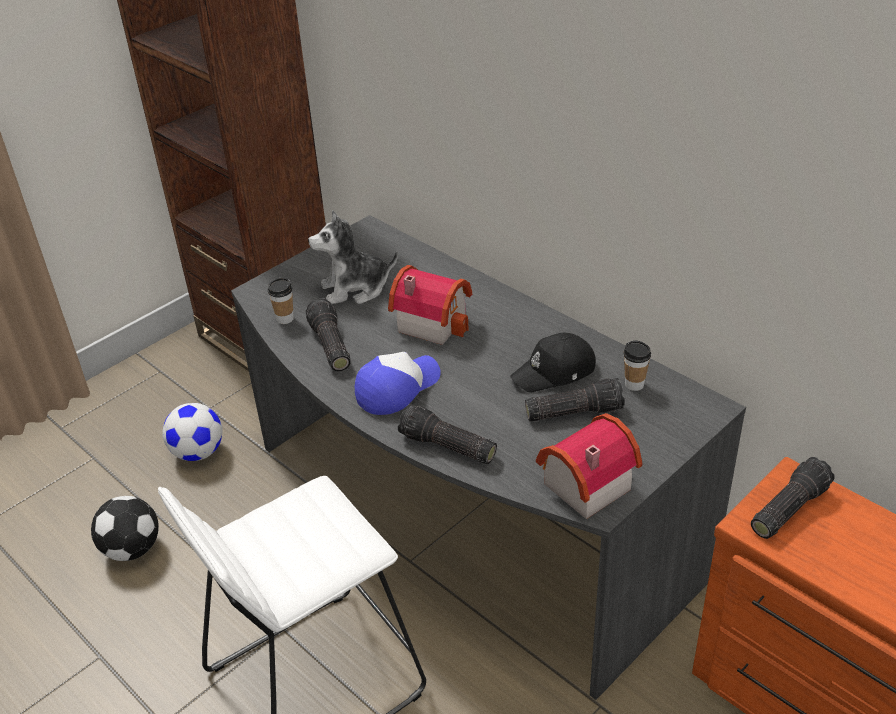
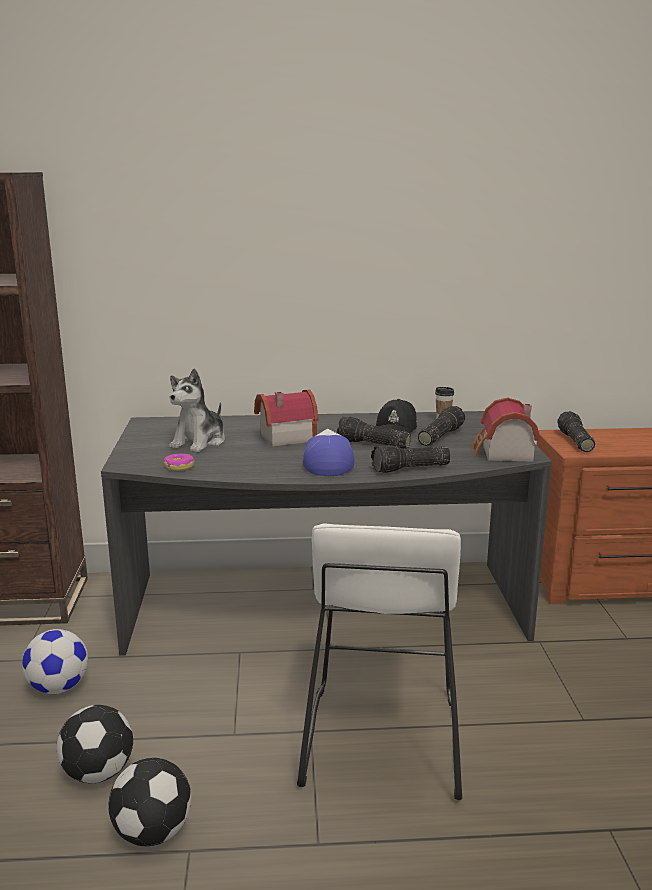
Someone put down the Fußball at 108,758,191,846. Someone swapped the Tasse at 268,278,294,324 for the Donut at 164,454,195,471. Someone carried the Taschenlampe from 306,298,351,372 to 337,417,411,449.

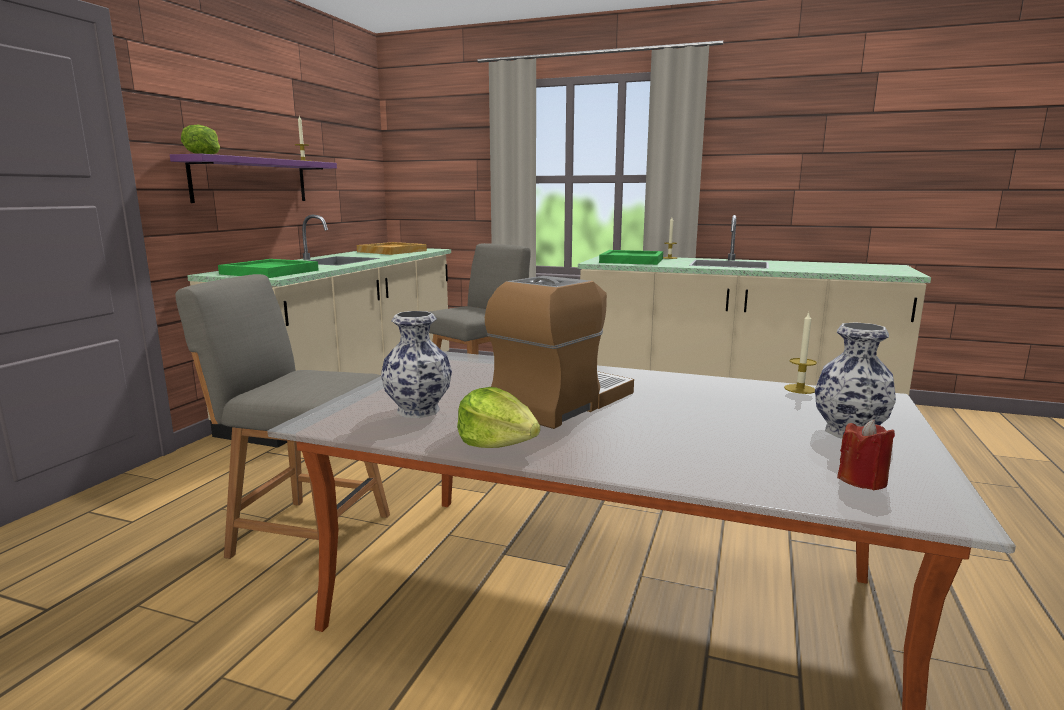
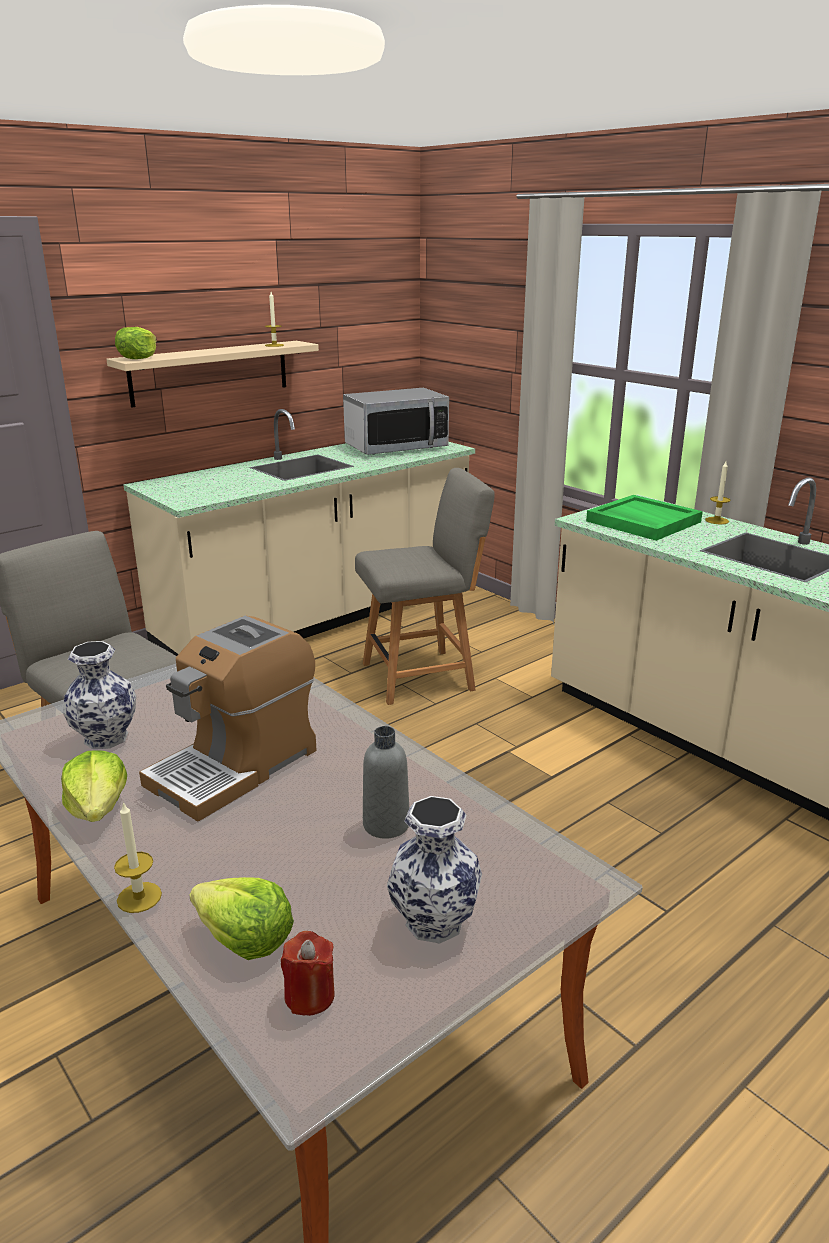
Someone repainted the Wandregal [lila] at 170,154,337,203, which became the Wandregal [beige] at 106,341,319,407. Someone carried the Kerze from 784,312,817,394 to 114,801,162,913. Someone rotated the Kaffeemaschine at 485,276,634,429 by 150 degrees clockwise. Someone put down the Salatkopf at 189,877,294,960. Someone swapped the Tablett [beige] at 357,242,427,255 for the Mikrowelle at 343,388,449,455. Someone put down the Flasche [grau] at 363,726,409,839. Someone took away the Tablett [grün] at 218,259,319,278.

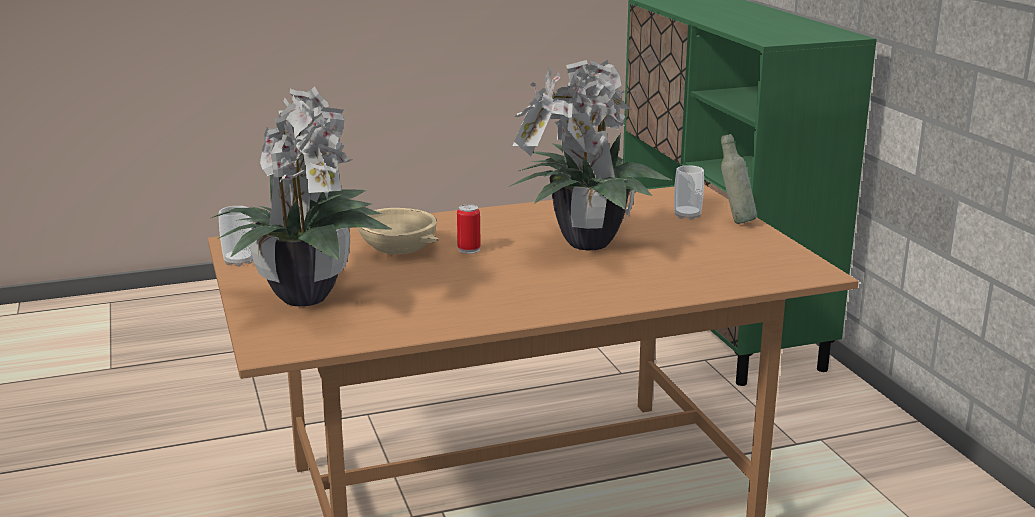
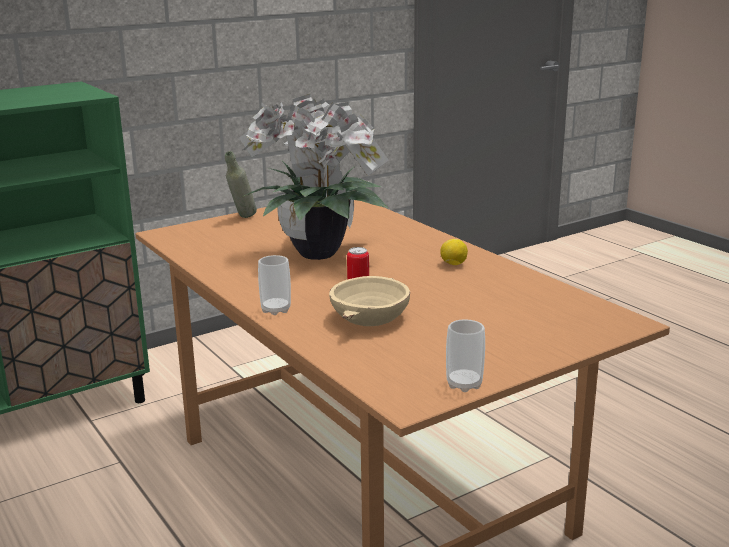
Someone carried the Tasse from 674,165,704,220 to 258,255,291,315. Someone put down the Zitrone at 440,239,468,265. Someone took away the Topfpflanze at 211,86,392,307.

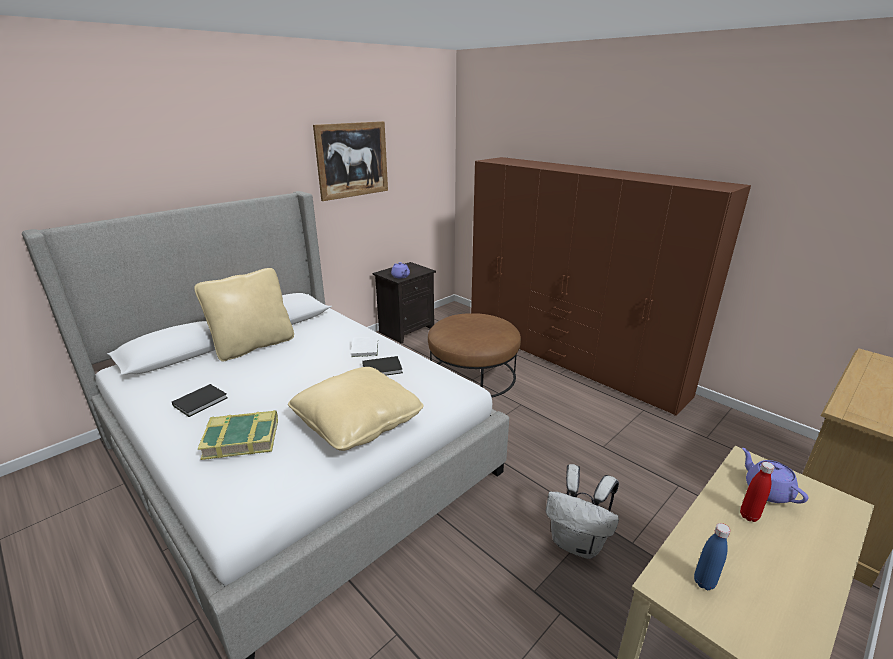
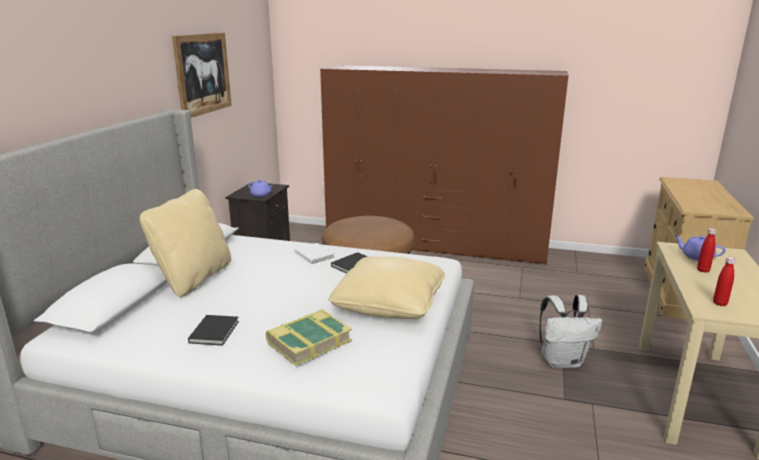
Someone repainted the Flasche [blau] at 694,523,731,590, which became the Flasche [rot] at 713,257,736,306.

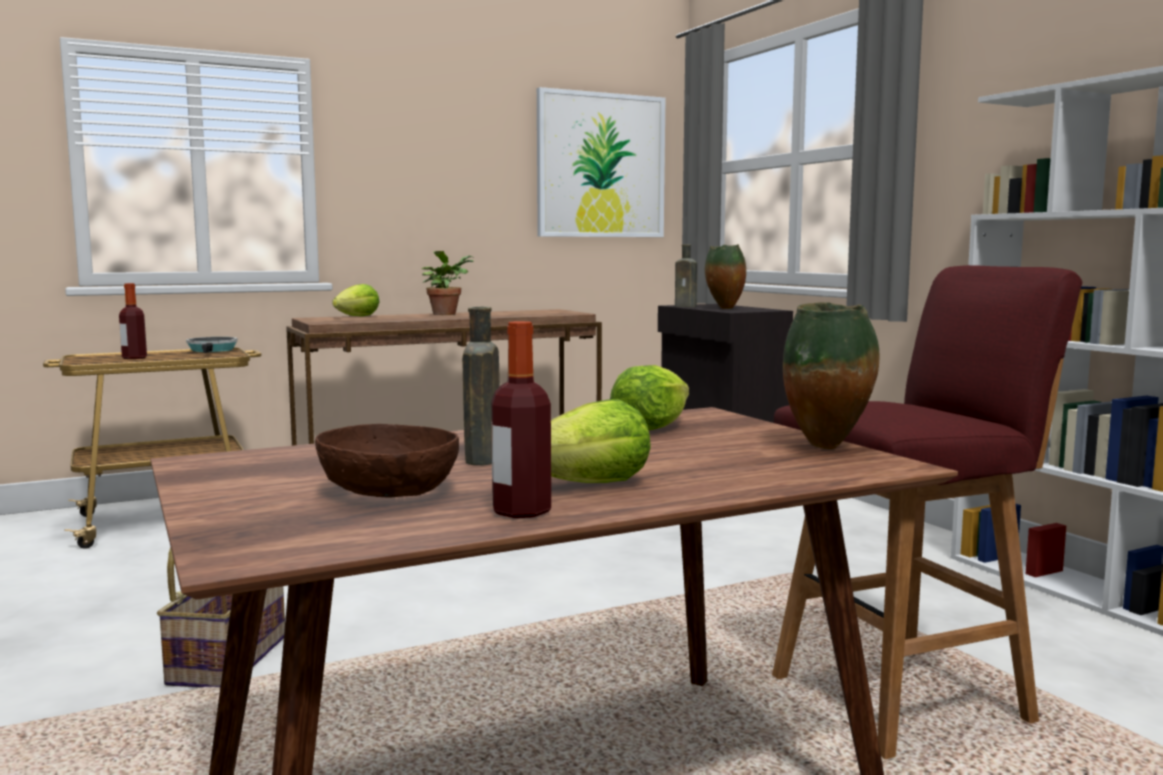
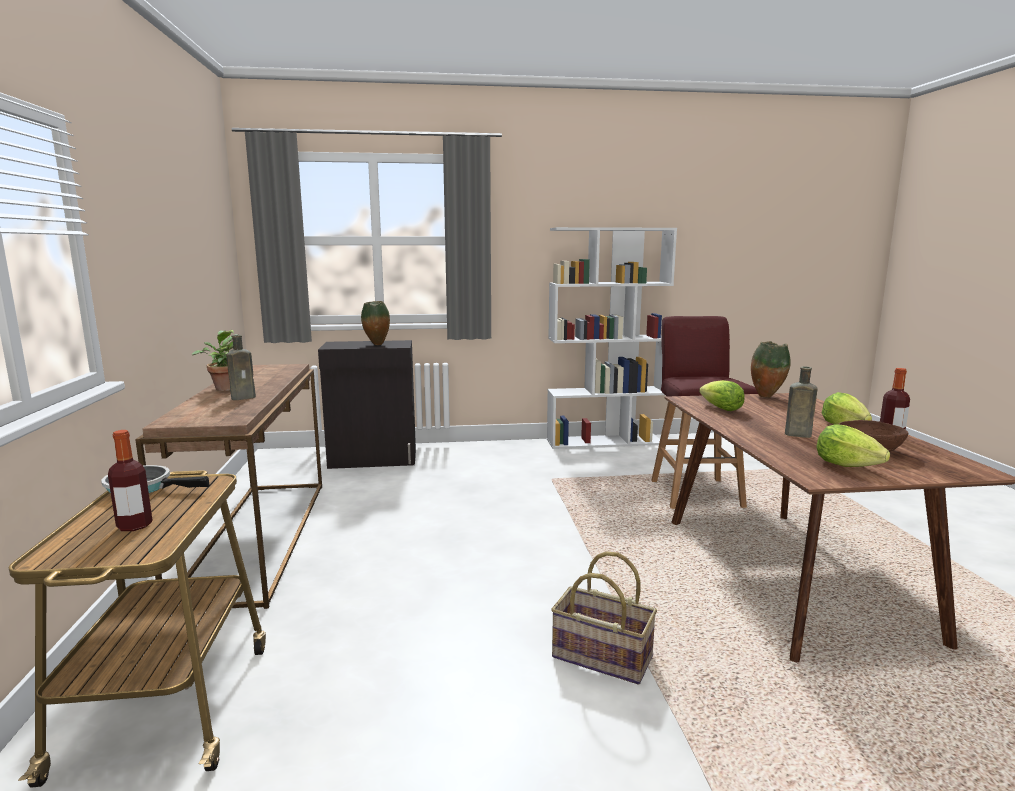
Someone carried the Flasche [braun] from 675,244,697,307 to 226,335,256,400. Someone carried the Salatkopf from 332,284,380,317 to 816,424,890,467. Someone took away the Bild at 537,87,666,237.

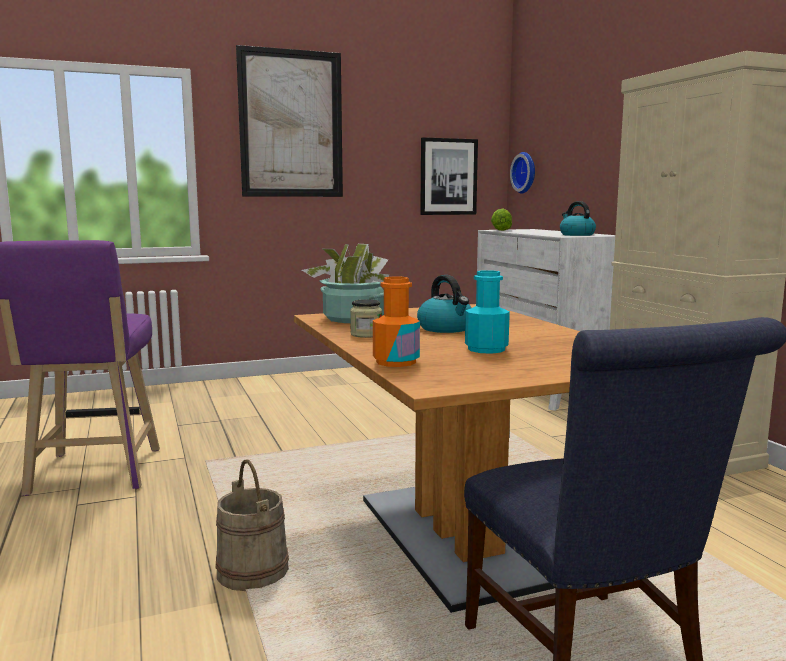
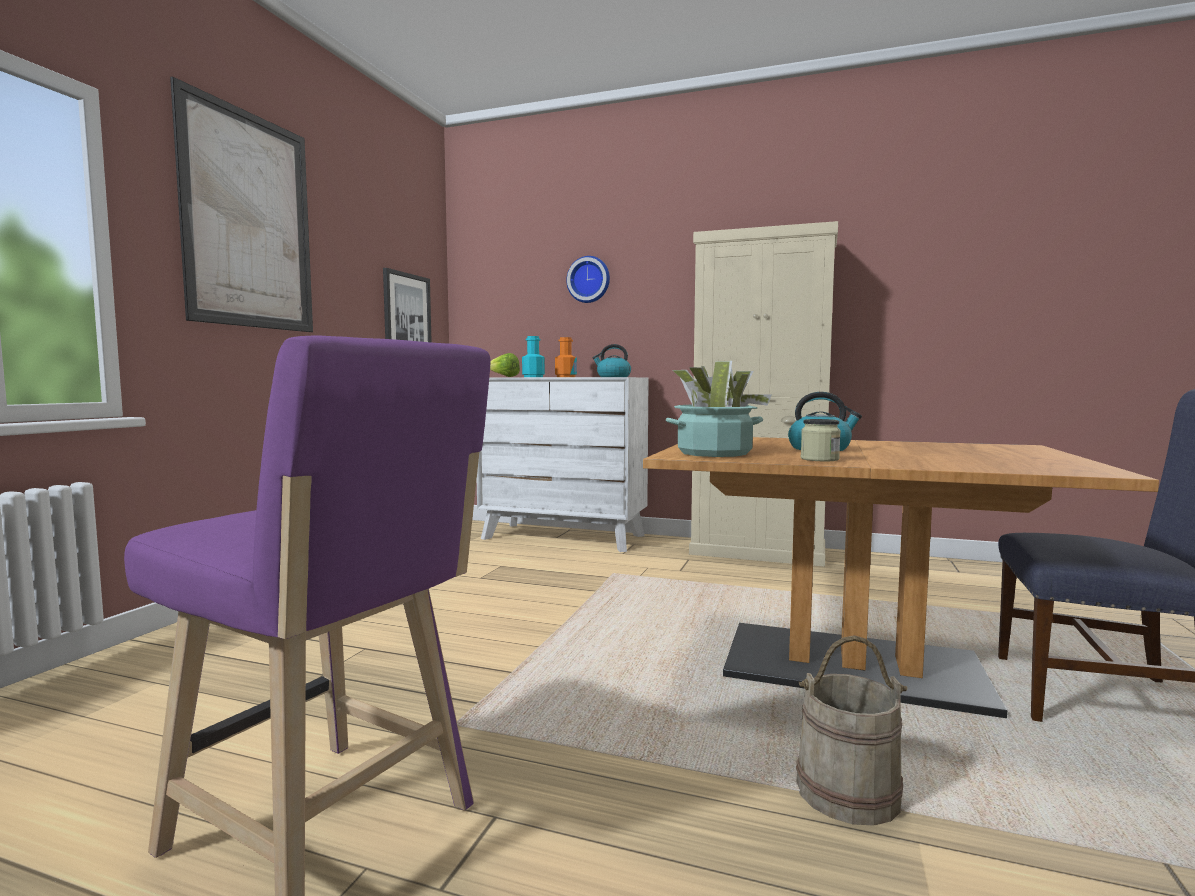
Someone carried the Flasche [türkis] from 465,270,510,354 to 522,336,545,377. Someone carried the Flasche [orange] from 373,277,420,367 to 555,337,577,377. Someone carried the Wanduhr from 510,152,535,194 to 566,256,610,303.

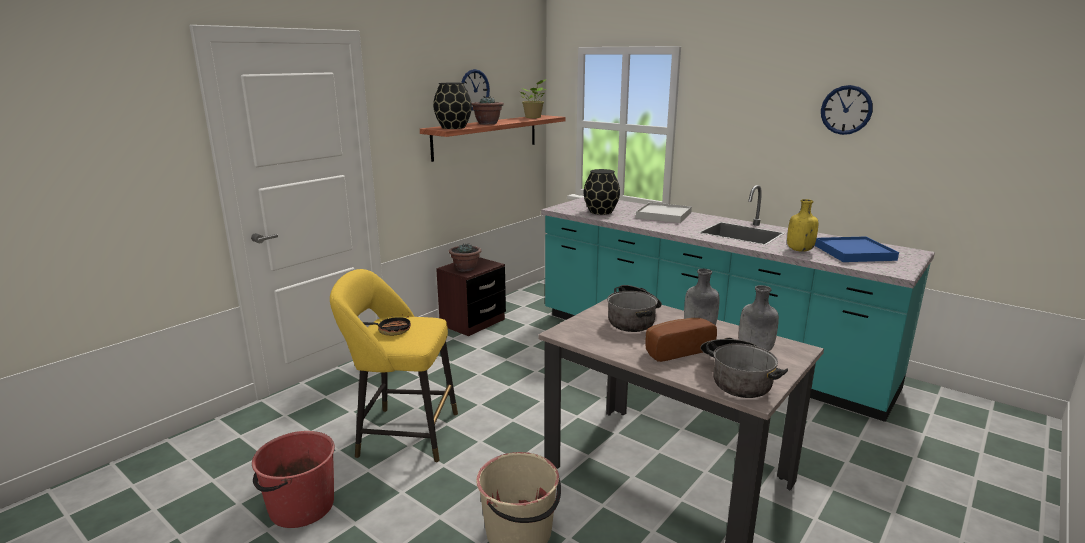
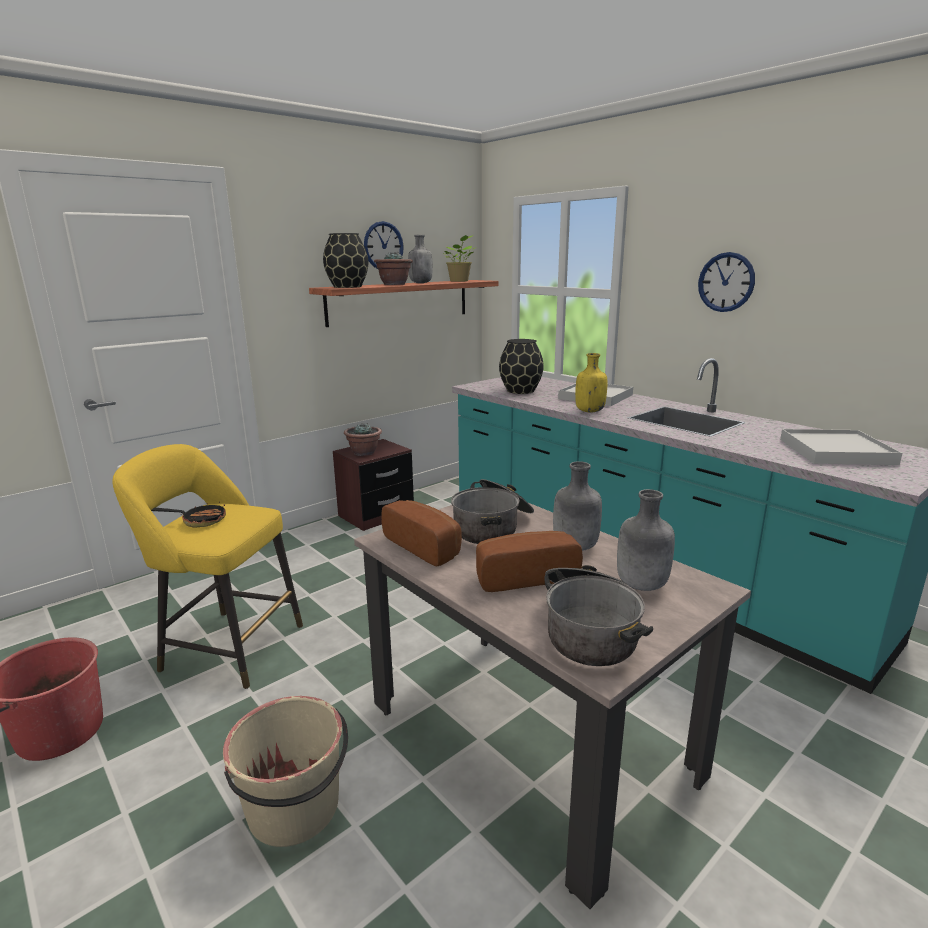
Someone put down the Brot at 381,500,462,567. Someone put down the Flasche [grau] at 408,235,433,283. Someone carried the Flasche [gelb] from 787,199,818,252 to 575,353,607,412. Someone carried the Wanduhr from 821,85,873,135 to 698,252,755,312. Someone repainted the Tablett [blau] at 815,237,899,262, which became the Tablett [weiß] at 780,429,902,465.

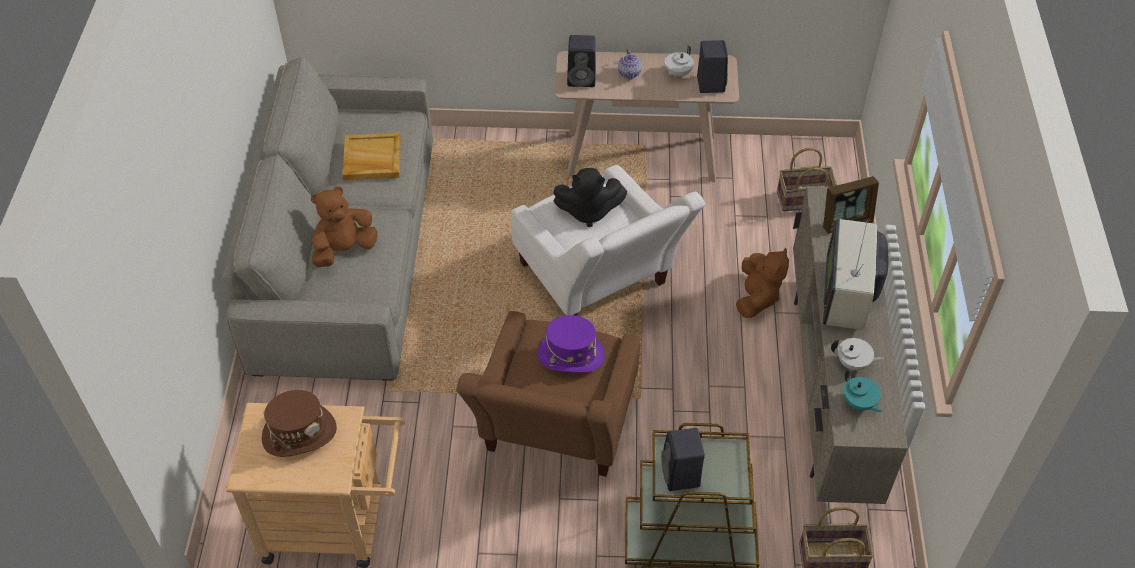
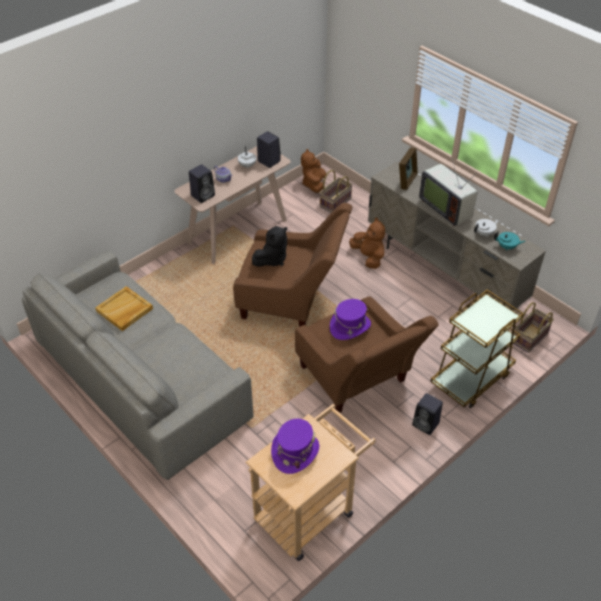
Someone repainted the Sessel [weiß] at 511,165,705,316, which became the Sessel [braun] at 233,203,352,327. Someone repainted the Hut [braun] at 262,390,337,457, which became the Hut [lila] at 271,419,319,474. Someone carried the Plüschtier [braun] from 311,186,377,267 to 301,149,326,193. Someone carried the Lautsprecher [schwarz] from 661,428,705,491 to 412,393,443,435.

